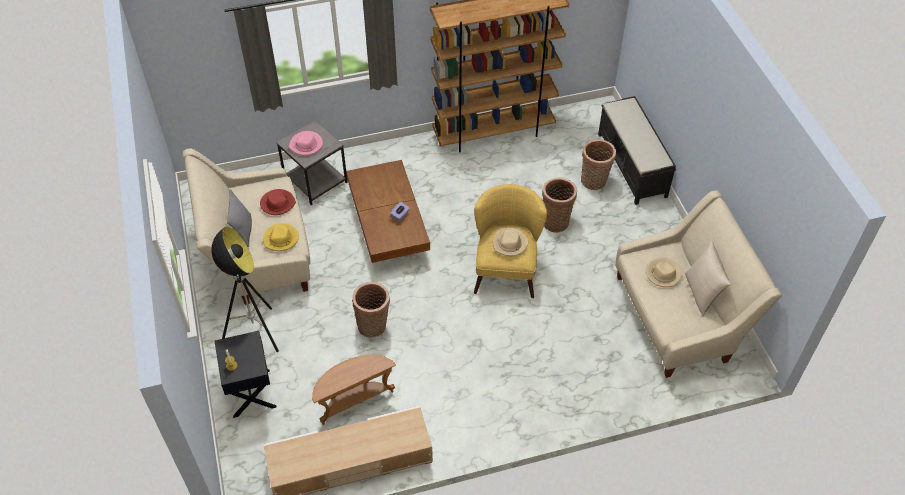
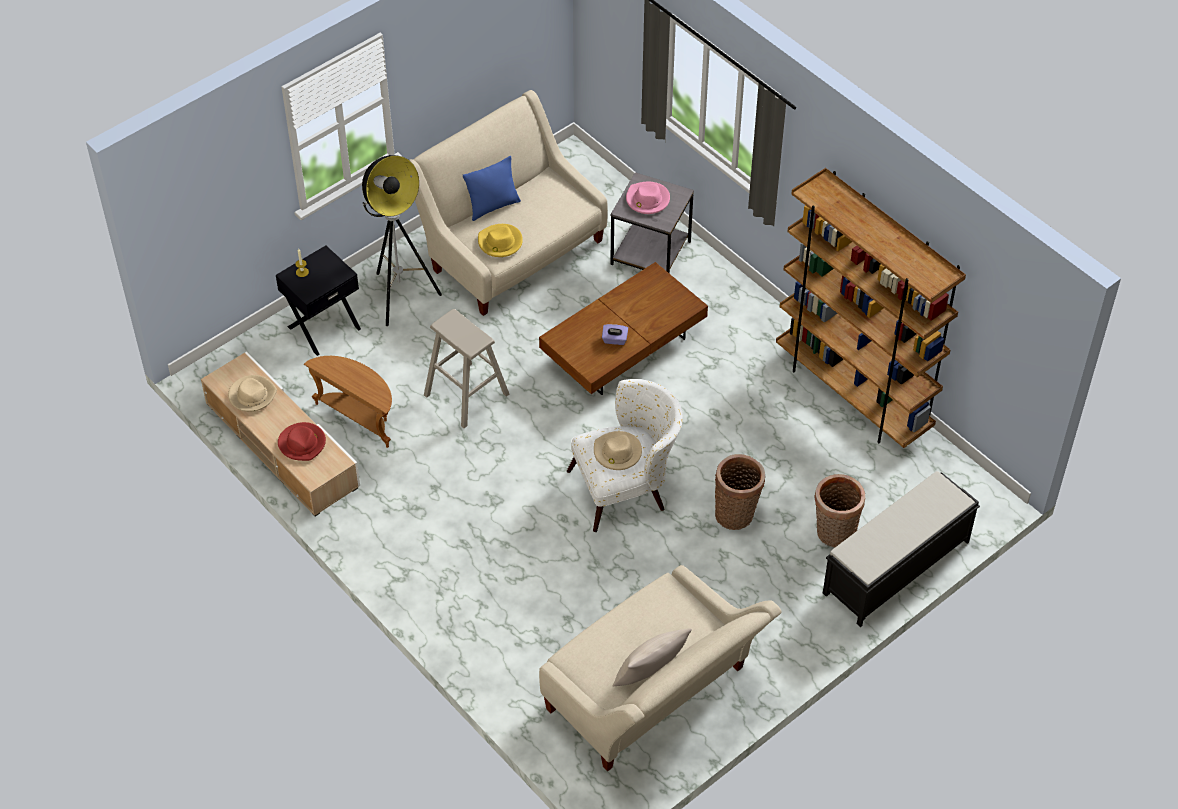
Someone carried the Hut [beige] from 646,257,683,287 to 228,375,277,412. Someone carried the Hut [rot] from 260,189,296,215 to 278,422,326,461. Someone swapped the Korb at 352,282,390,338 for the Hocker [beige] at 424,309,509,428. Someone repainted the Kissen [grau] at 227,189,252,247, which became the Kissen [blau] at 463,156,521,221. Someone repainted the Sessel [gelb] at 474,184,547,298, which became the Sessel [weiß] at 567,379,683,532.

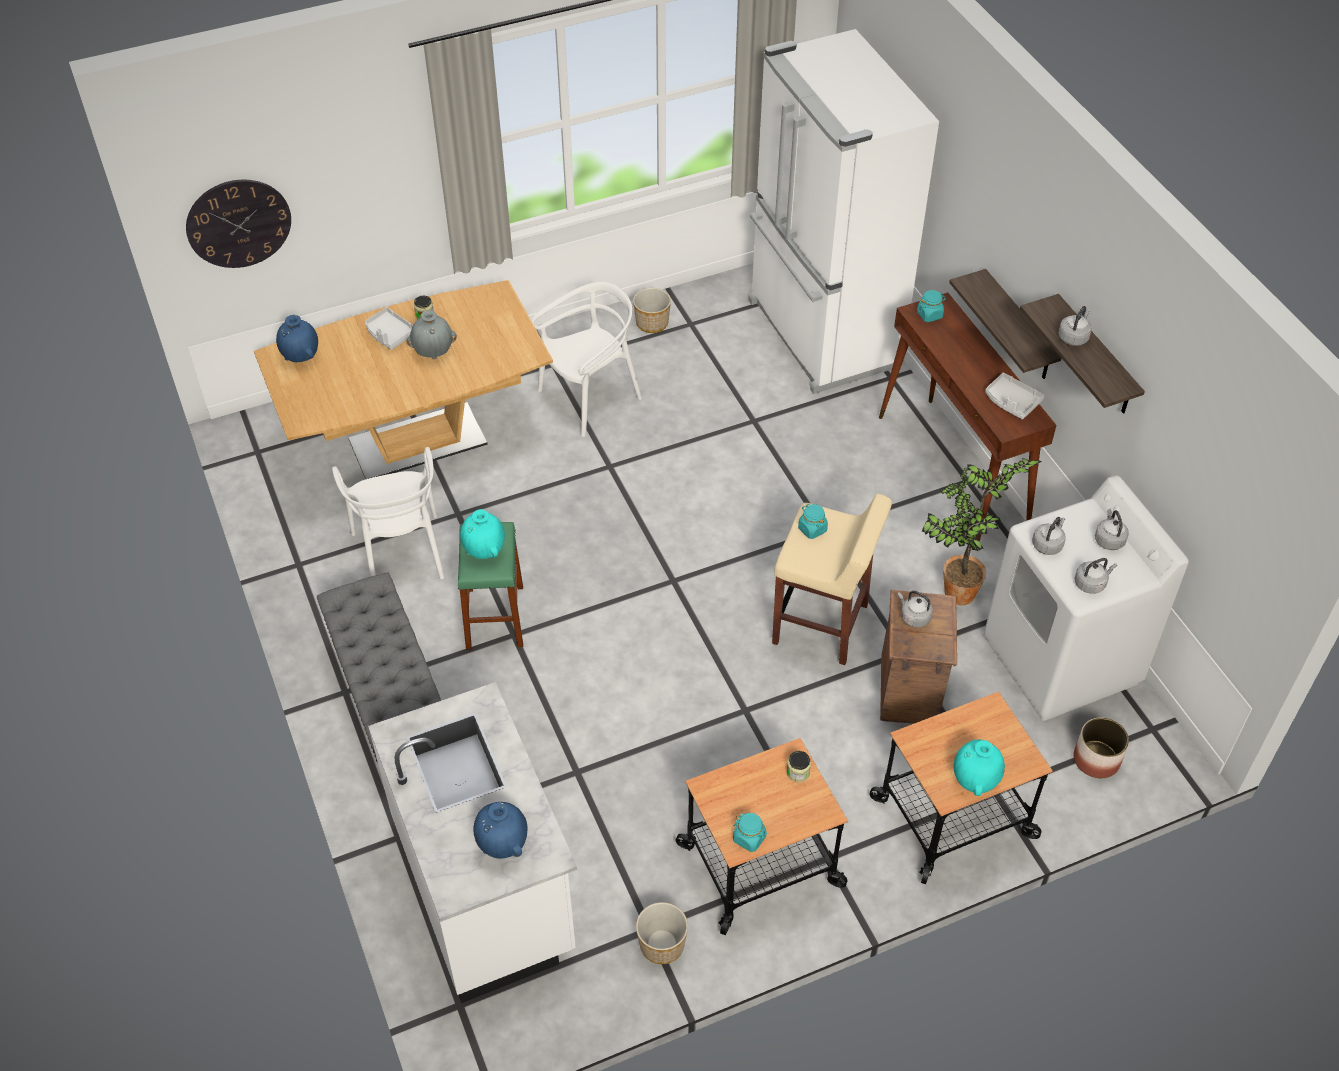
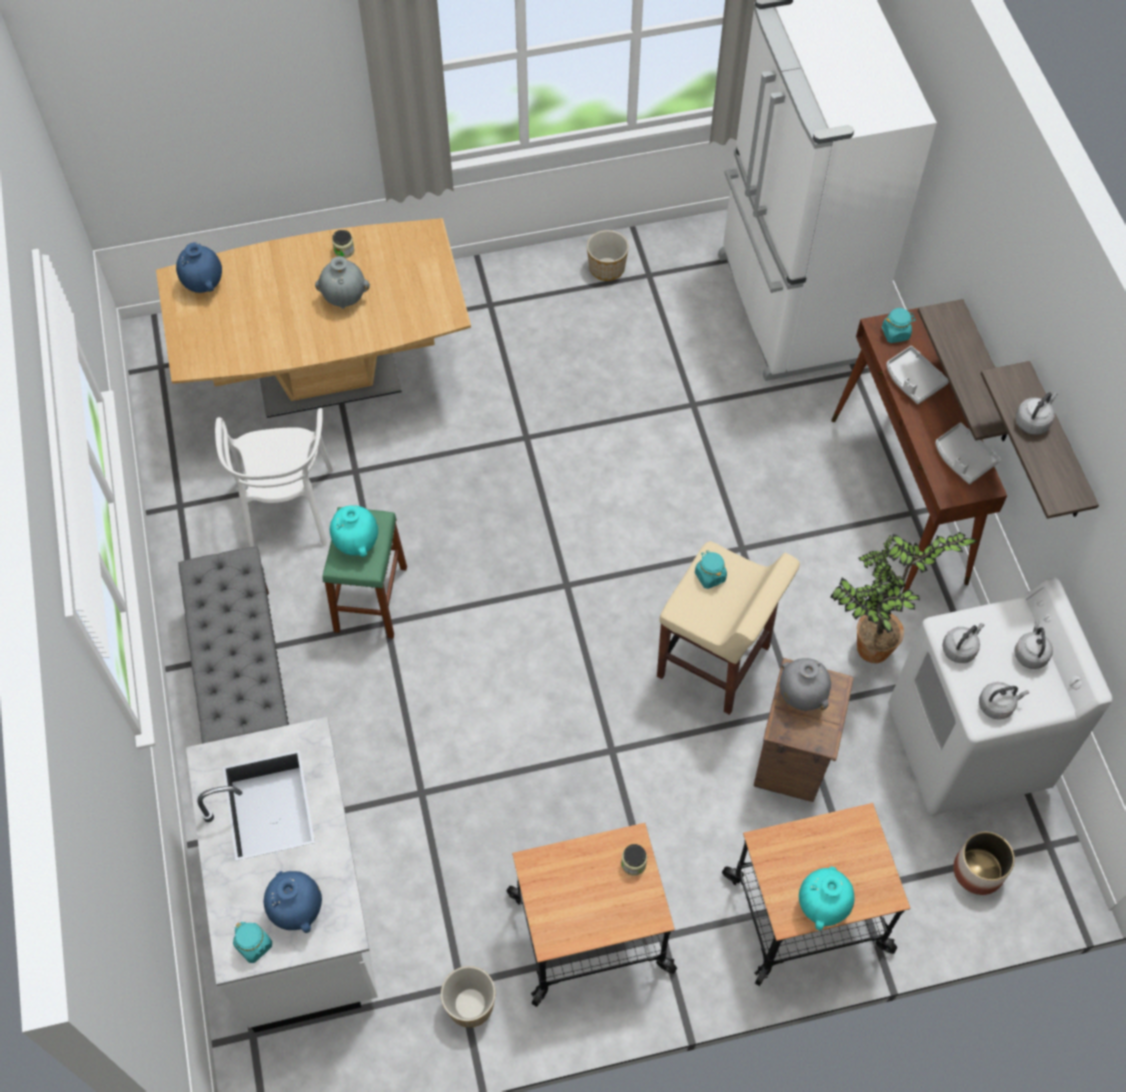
Someone carried the Vorratsglas [türkis] from 733,813,767,852 to 233,922,272,963. Someone swapped the Wasserkessel [grau] at 898,591,933,628 for the Vase [grau] at 780,658,831,711. Someone carried the Tablett [grau] from 365,307,413,350 to 886,346,949,404. Someone took away the Wanduhr at 186,180,291,268. Someone took away the Stuhl [weiß] at 531,282,642,437.

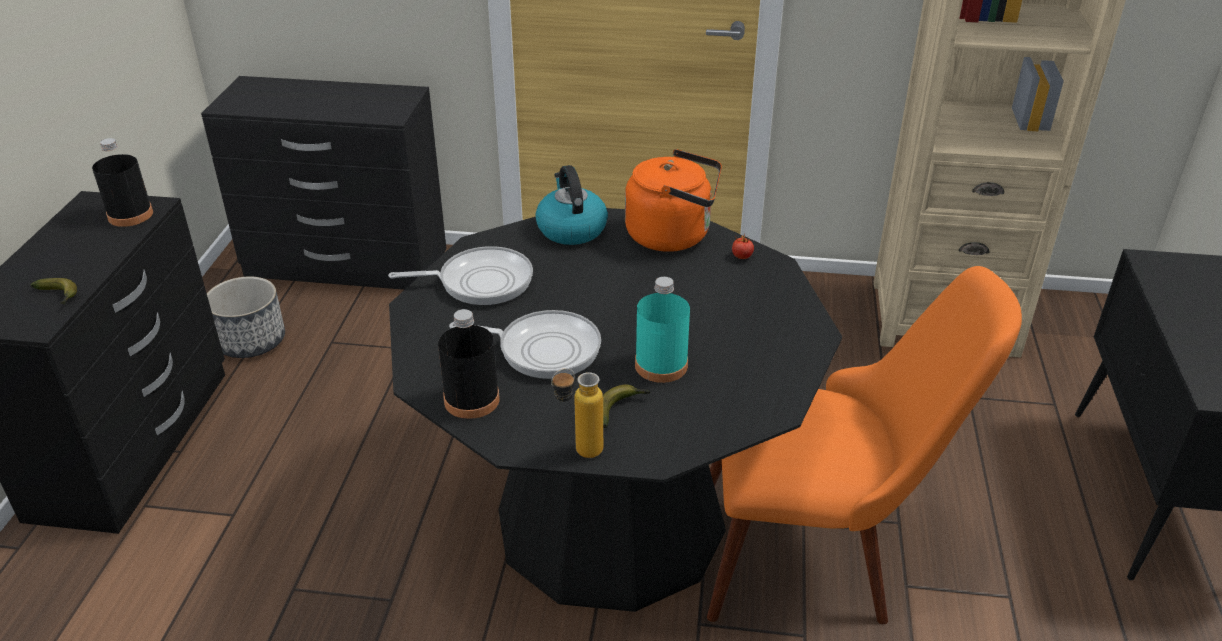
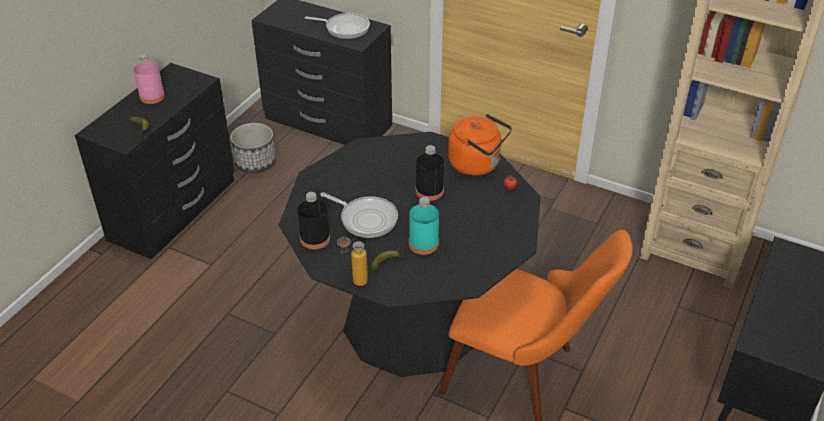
Someone put down the Flasche [rosa] at 134,54,165,104. Someone carried the Pfanne from 388,246,533,305 to 304,13,370,39. Someone carried the Flasche [schwarz] from 92,138,153,227 to 416,145,444,201. Someone took away the Wasserkessel at 535,165,608,245.

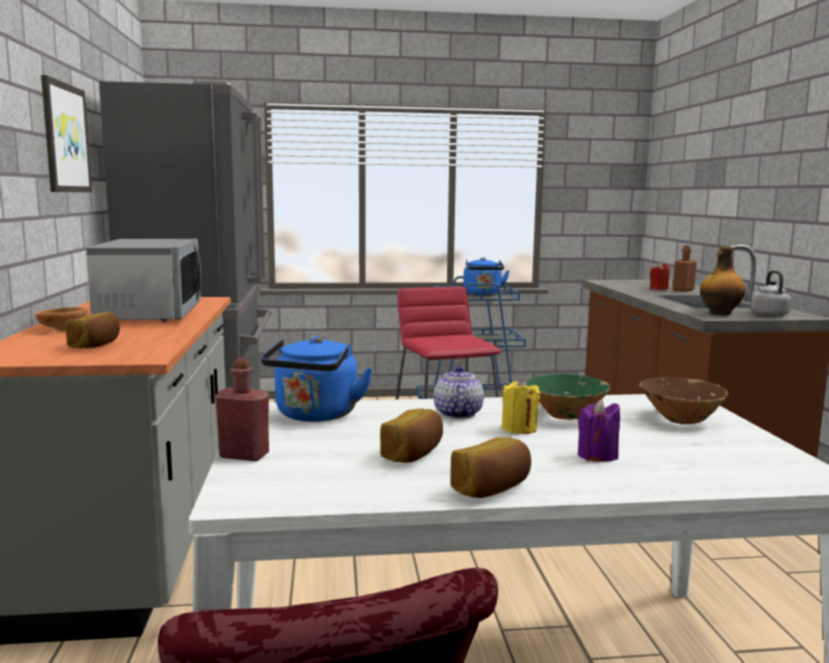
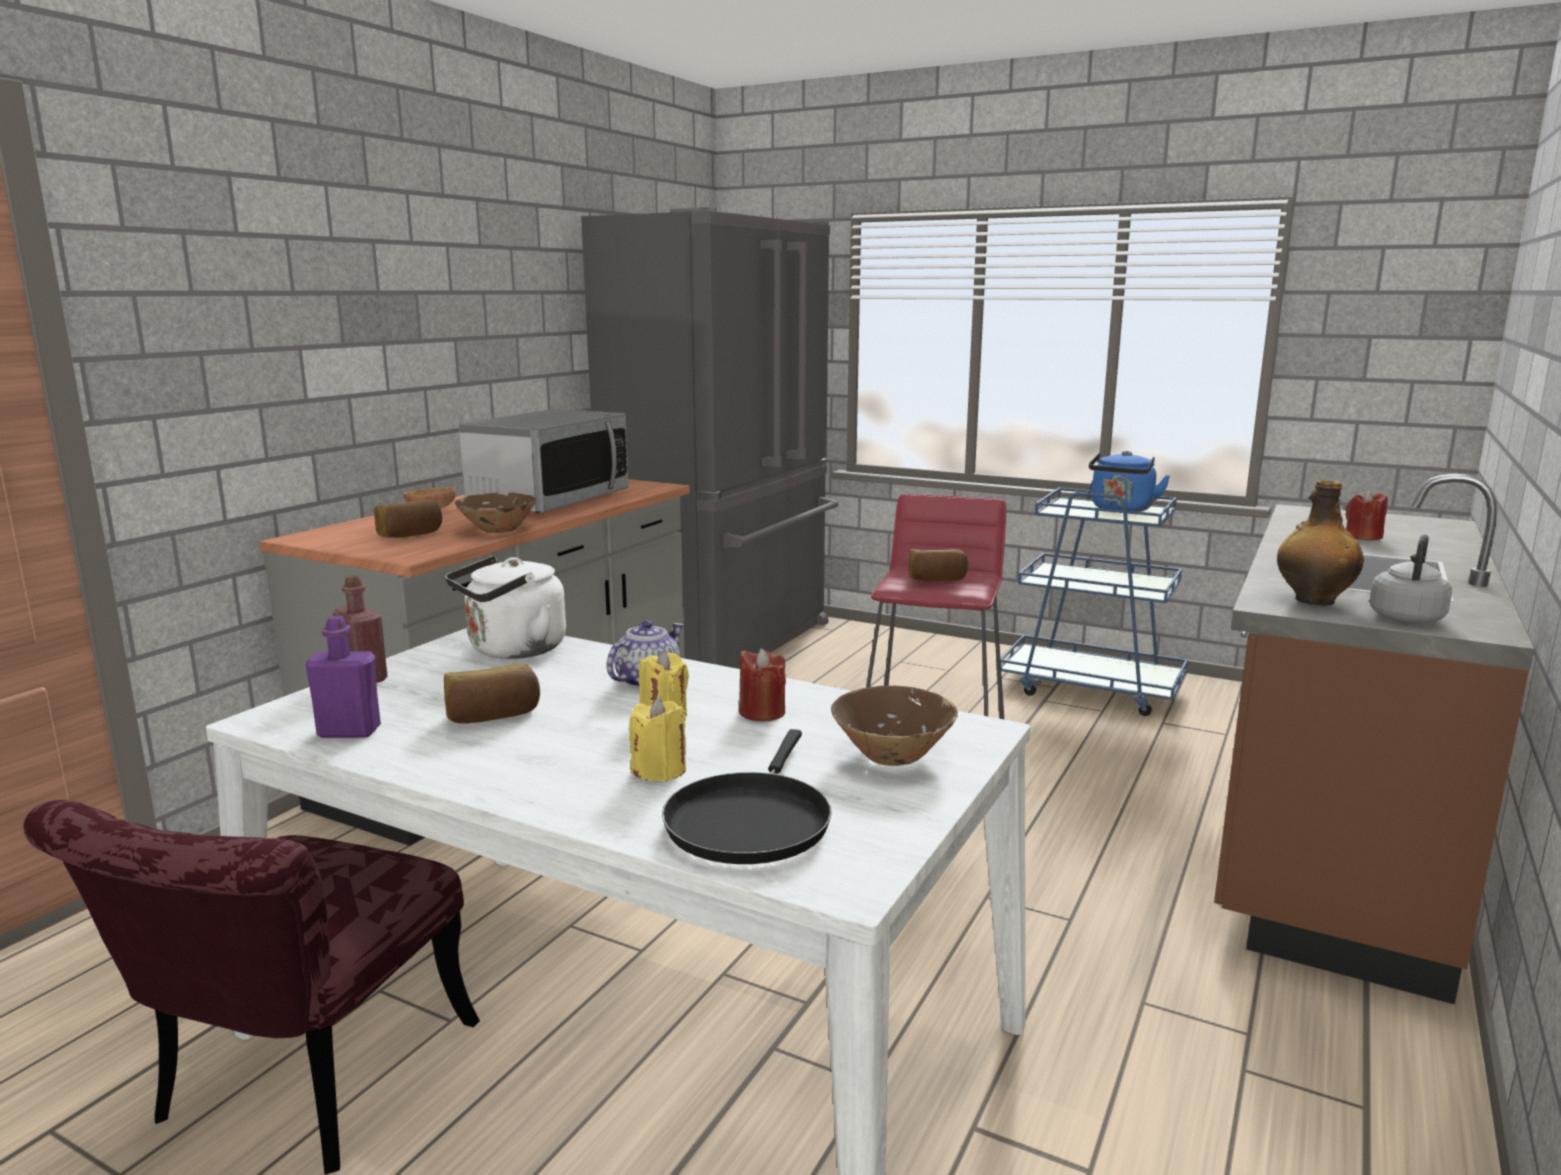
Someone put down the Flasche [lila] at 306,616,381,738. Someone repainted the Wasserkessel [blau] at 261,336,373,422, which became the Wasserkessel [weiß] at 445,556,566,659. Someone put down the Schüssel [braun] at 455,493,537,533. Someone repainted the Kerze [lila] at 578,399,620,462, which became the Kerze [gelb] at 629,697,686,782. Someone put down the Pfanne [schwarz] at 662,729,832,864. Someone swapped the Schüssel [grün] at 527,374,610,420 for the Kerze [rot] at 739,648,786,721. Someone carried the Brot from 450,437,531,498 to 908,549,968,581. Someone took away the Bild at 41,75,92,192. Someone took away the Flasche [braun] at 673,245,697,292.

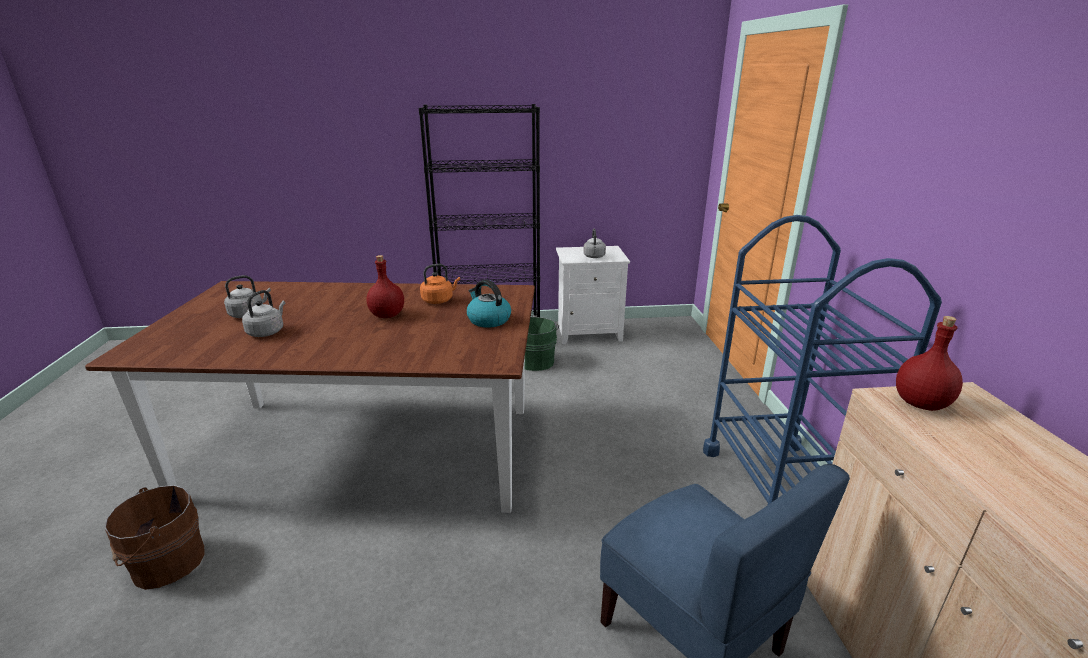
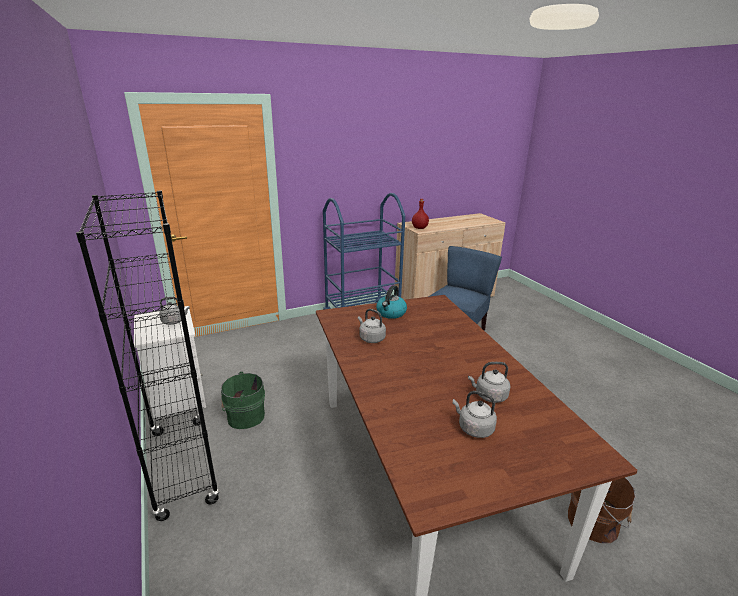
Someone repainted the Wasserkessel [orange] at 420,264,460,304, which became the Wasserkessel [grau] at 358,309,386,343. Someone took away the Flasche [rot] at 366,255,404,318.

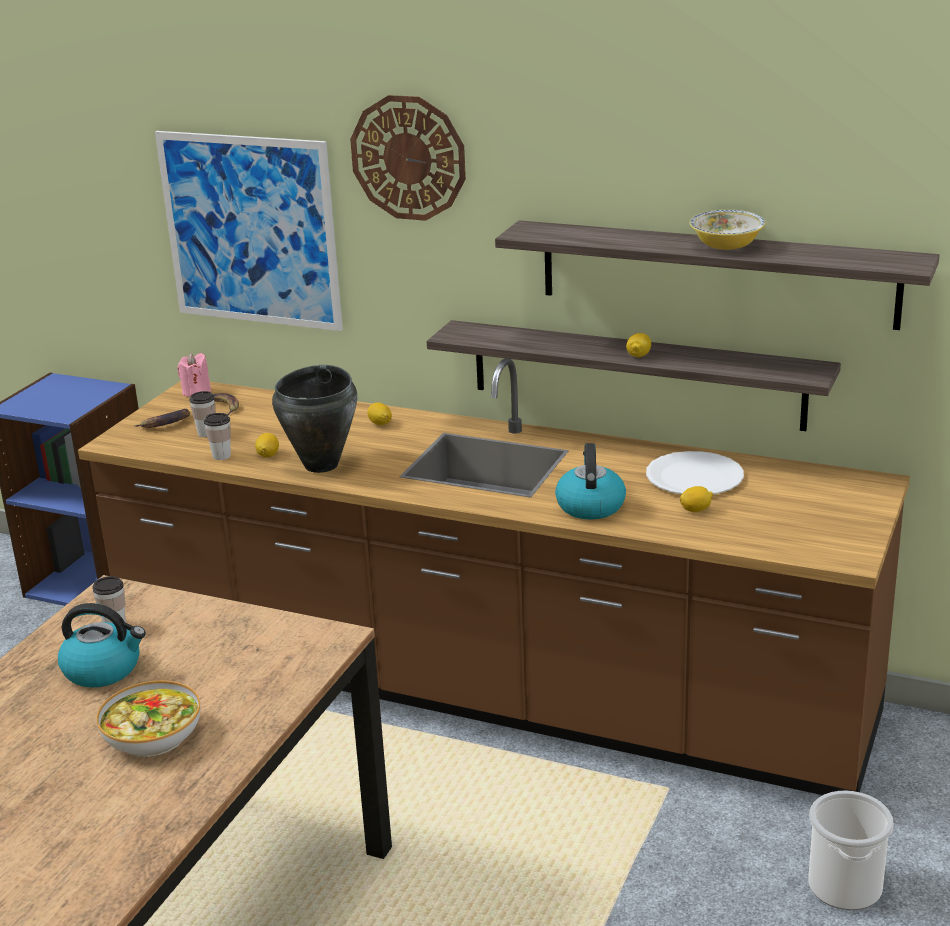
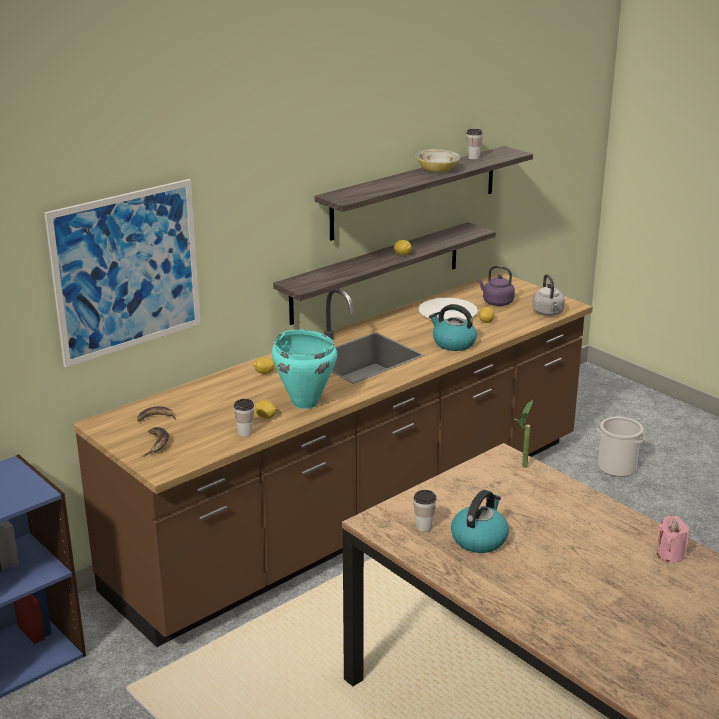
Someone repainted the Kochtopf [schwarz] at 272,365,357,473, which became the Kochtopf [türkis] at 272,329,337,409. Someone carried the Tasse from 189,391,215,437 to 466,129,483,159. Someone put down the Wasserkessel [lila] at 477,266,515,306. Someone put down the Topfpflanze at 515,400,533,468. Someone put down the Wasserkessel [grau] at 532,274,565,316. Someone carried the Kerze [rosa] from 177,353,211,397 to 657,515,689,563. Someone took away the Schüssel at 96,681,200,757. Someone took away the Wanduhr at 350,95,466,221.

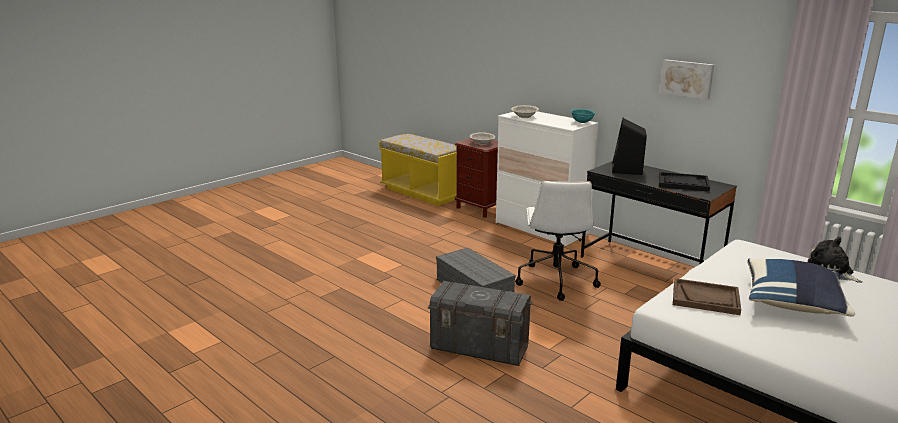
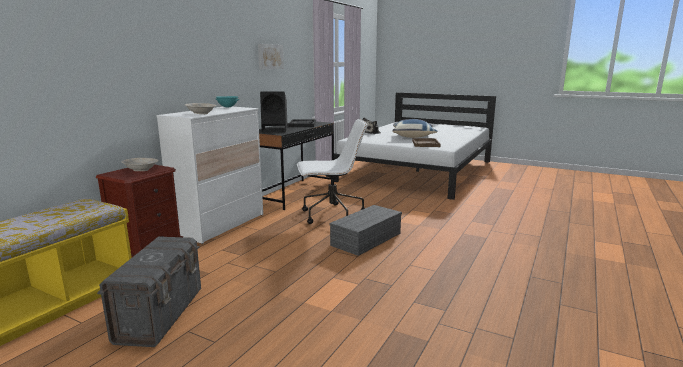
Someone carried the Aufbewahrungsbox [grau] from 428,281,533,366 to 97,237,201,347.

